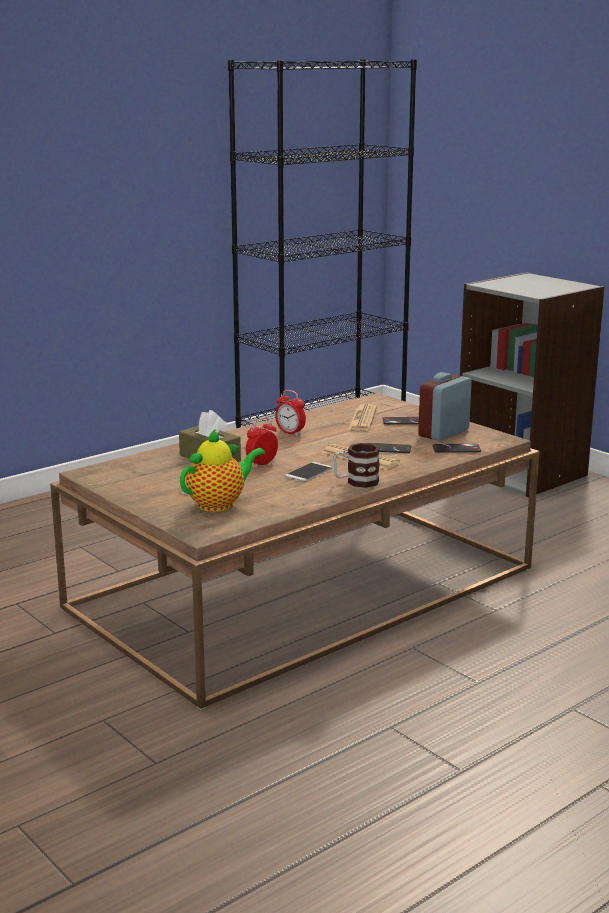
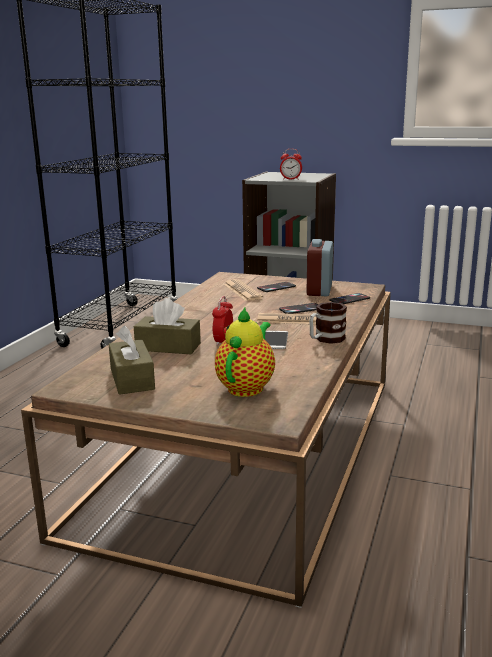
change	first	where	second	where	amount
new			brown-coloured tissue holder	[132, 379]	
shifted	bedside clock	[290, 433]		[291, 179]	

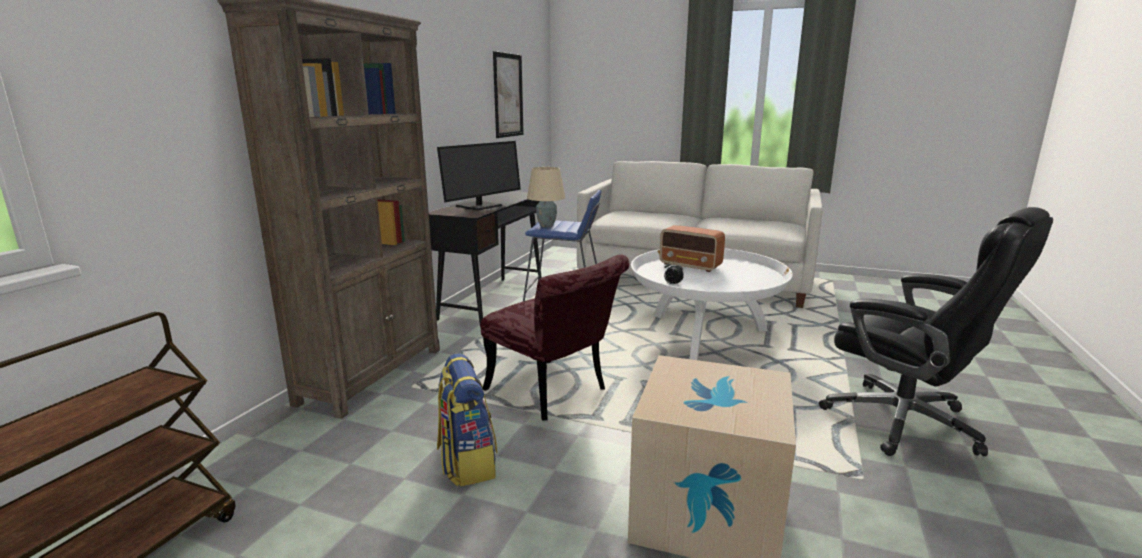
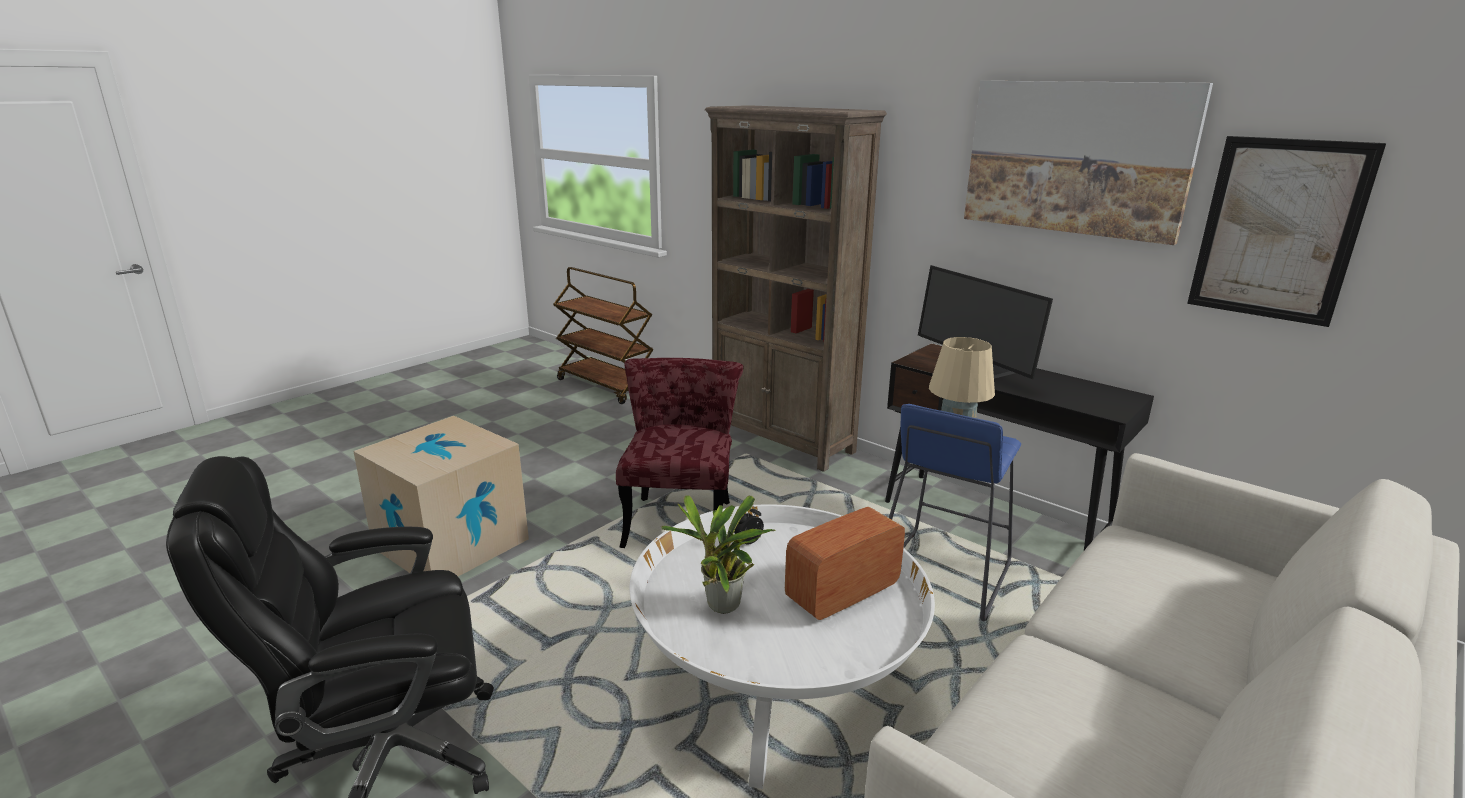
change	first	where	second	where	amount
rotated	red chair	[554, 394]		[681, 517]	120 degrees clockwise
new			houseplant	[721, 608]	
new			wall art	[1076, 158]	
gone	knapsack	[466, 463]			

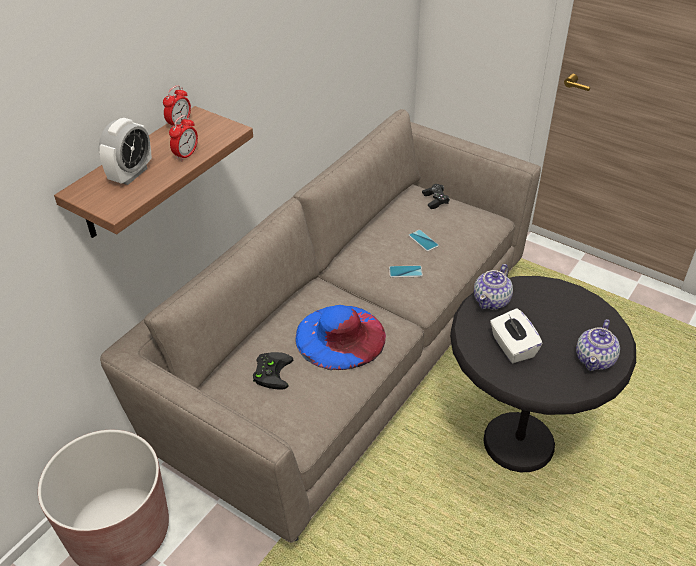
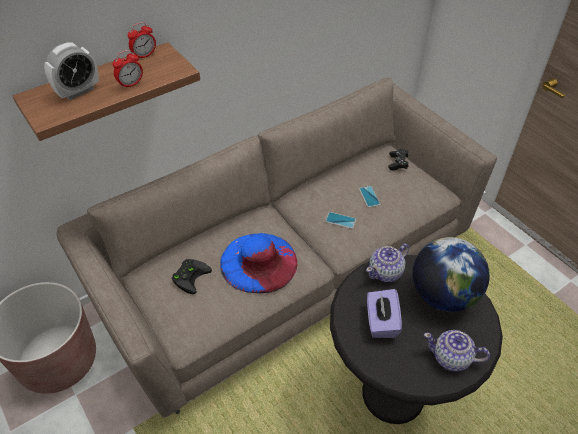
change	first	where	second	where	amount
repainted	whitish tissue holder	[512, 347]	purple-coloured tissue holder	[381, 322]	
new			globe	[443, 295]	
rotated	teapot	[595, 359]		[451, 358]	60 degrees clockwise

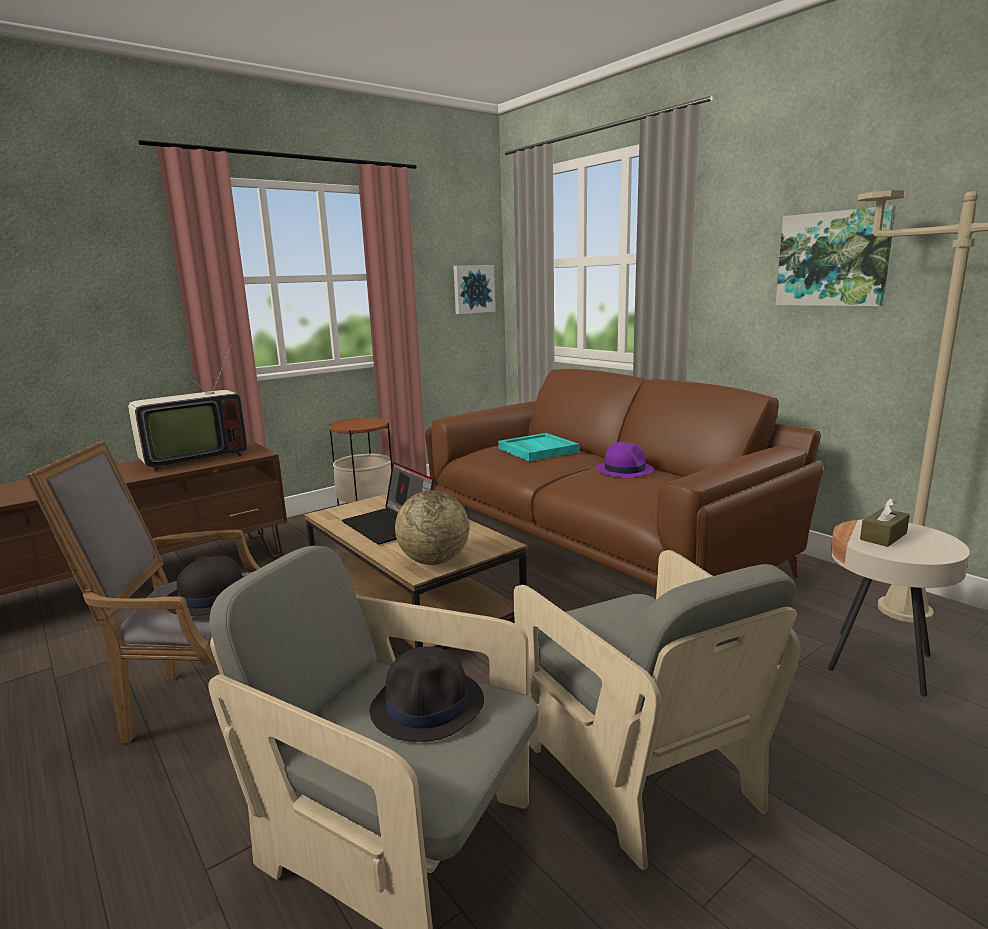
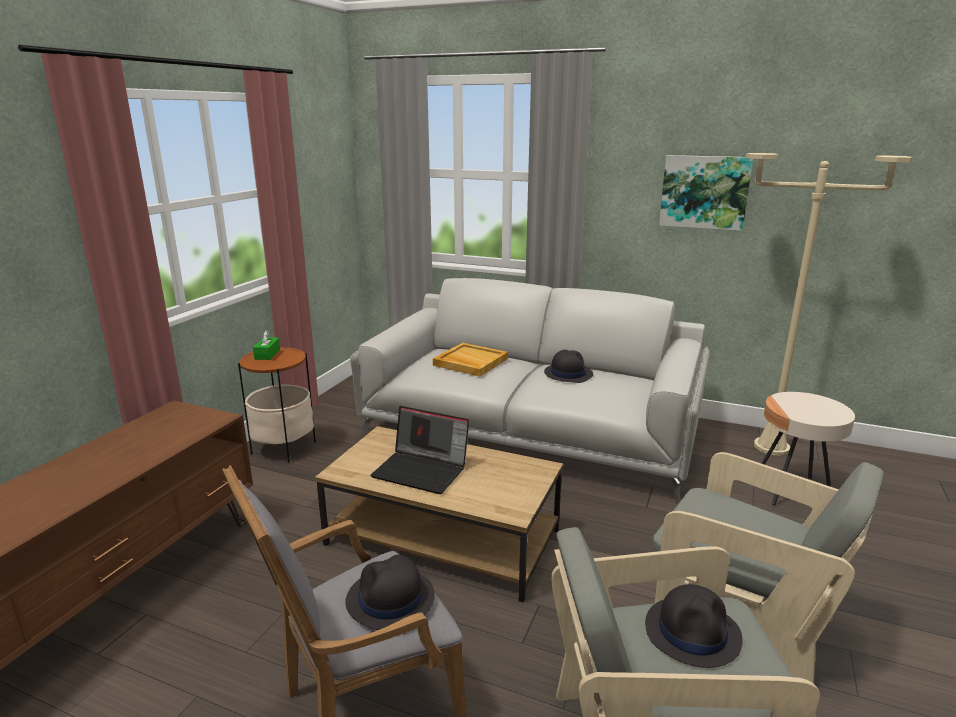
change	first	where	second	where	amount
new			greenish tissue holder	[267, 354]	
repainted	brown-coloured settee	[598, 540]	greyish settee	[531, 433]	
repainted	turquoise carrying tray	[537, 450]	beige-coloured carrying tray	[470, 362]	
repainted	purple-coloured clothing hat	[624, 470]	black clothing hat	[568, 373]	
gone	TV	[191, 459]			
gone	globe	[434, 561]			
gone	wall art	[473, 289]			
gone	brown-coloured tissue holder	[883, 536]			

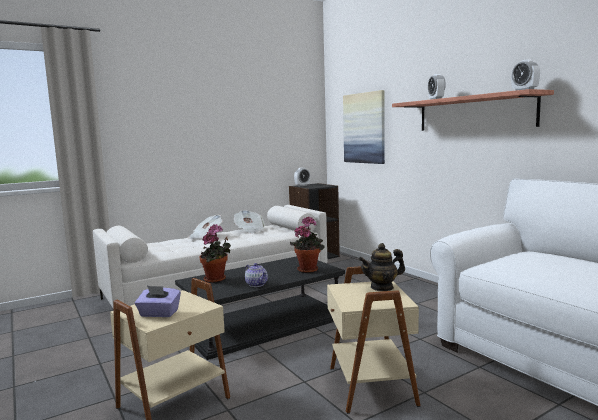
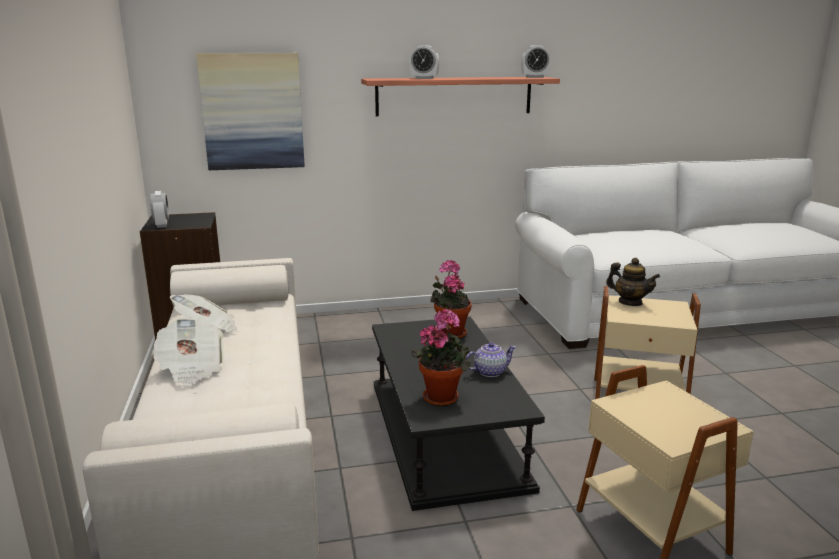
change	first	where	second	where	amount
rotated	teapot	[382, 287]		[630, 302]	60 degrees counterclockwise
gone	purple-coloured tissue holder	[159, 314]			

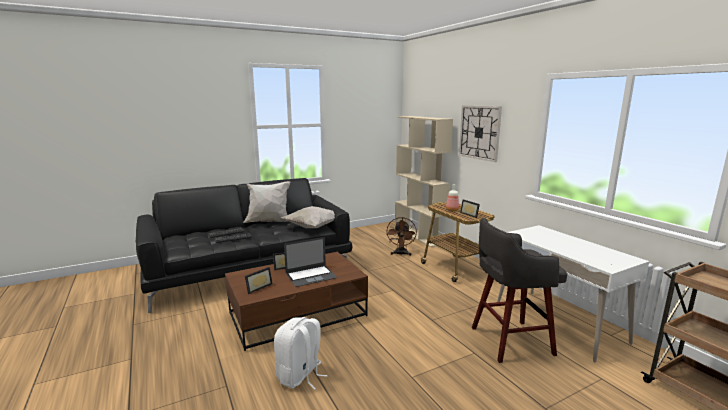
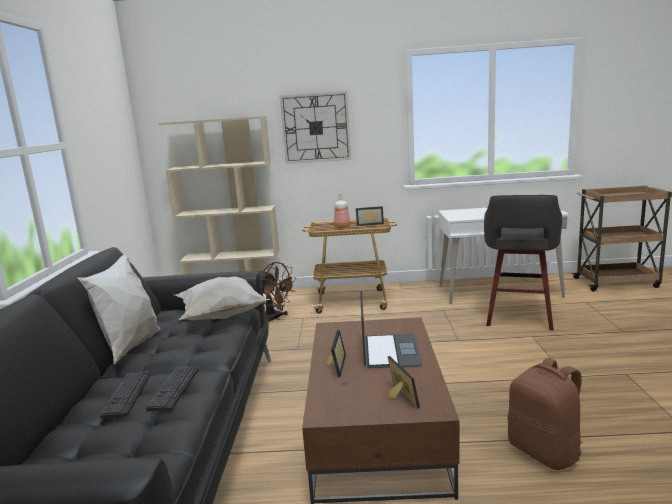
change	first	where	second	where	amount
repainted	whitish knapsack	[300, 376]	brown-coloured knapsack	[545, 452]	

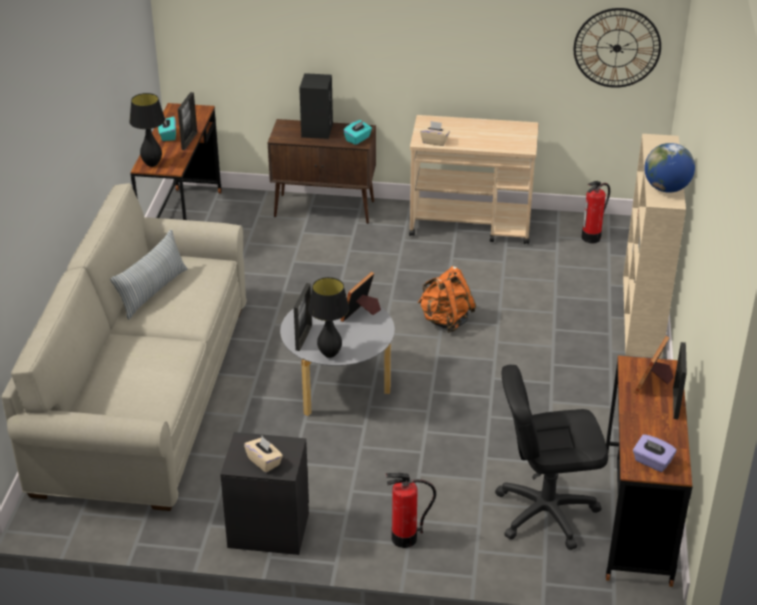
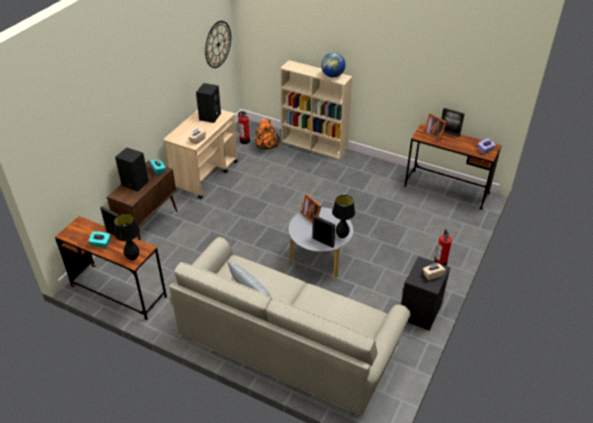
change	first	where	second	where	amount
new			black loudspeaker	[209, 116]	
shifted	orange-coloured knapsack	[445, 321]		[266, 146]	
gone	black computer chair	[545, 512]			

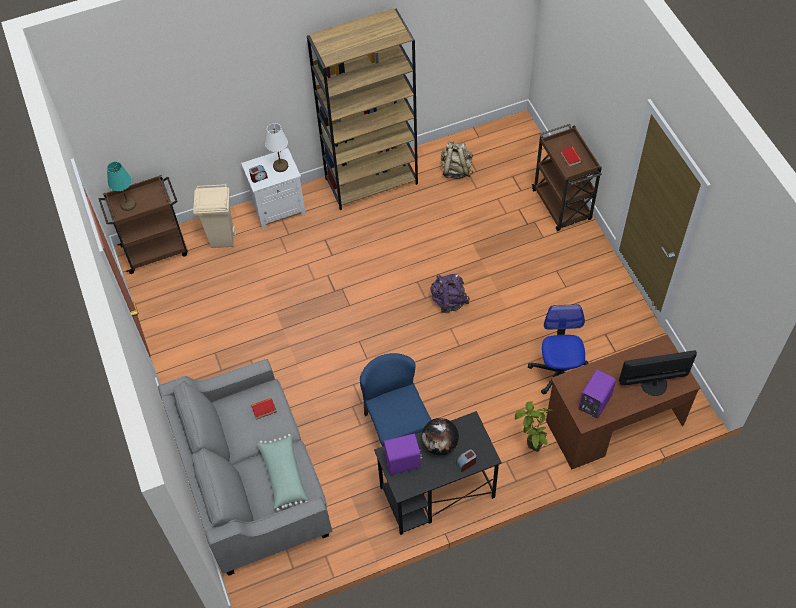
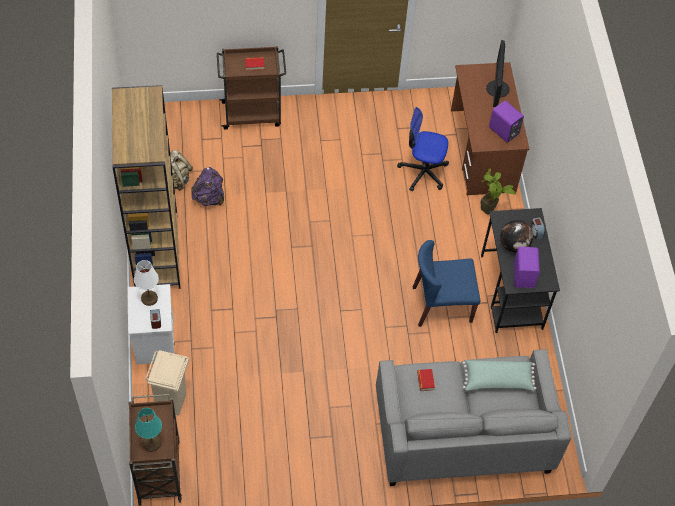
change	first	where	second	where	amount
shifted	purple-coloured knapsack	[449, 301]		[209, 197]	

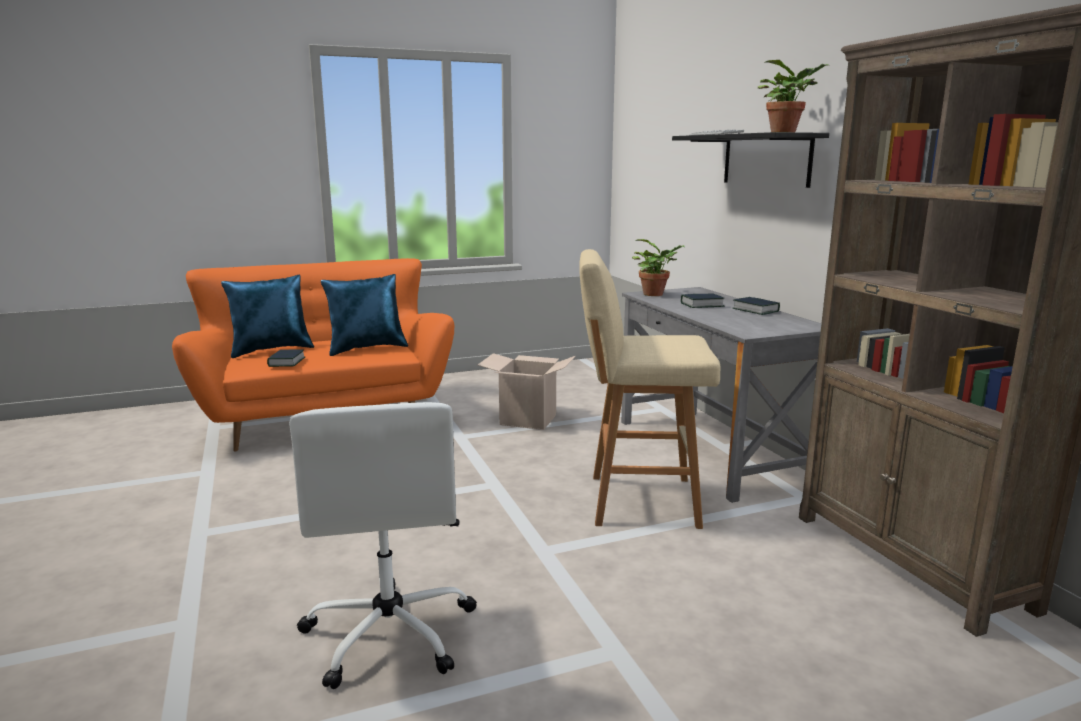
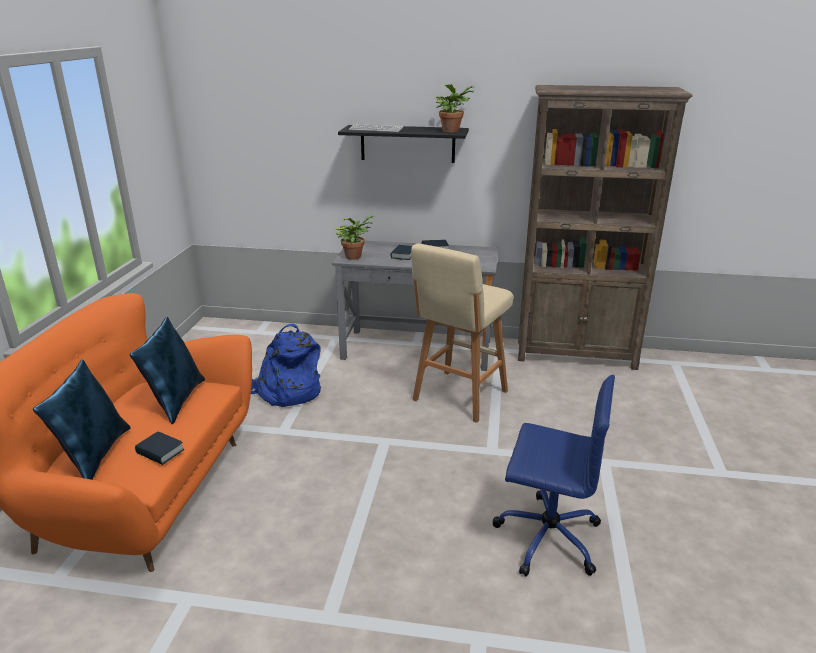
change	first	where	second	where	amount
swapped	packing box	[528, 419]	blue-coloured knapsack	[288, 391]	
repainted	whitish computer chair	[390, 632]	blue-coloured computer chair	[546, 536]	

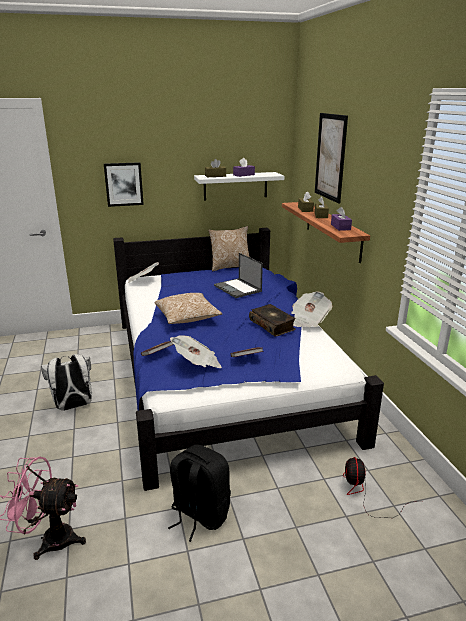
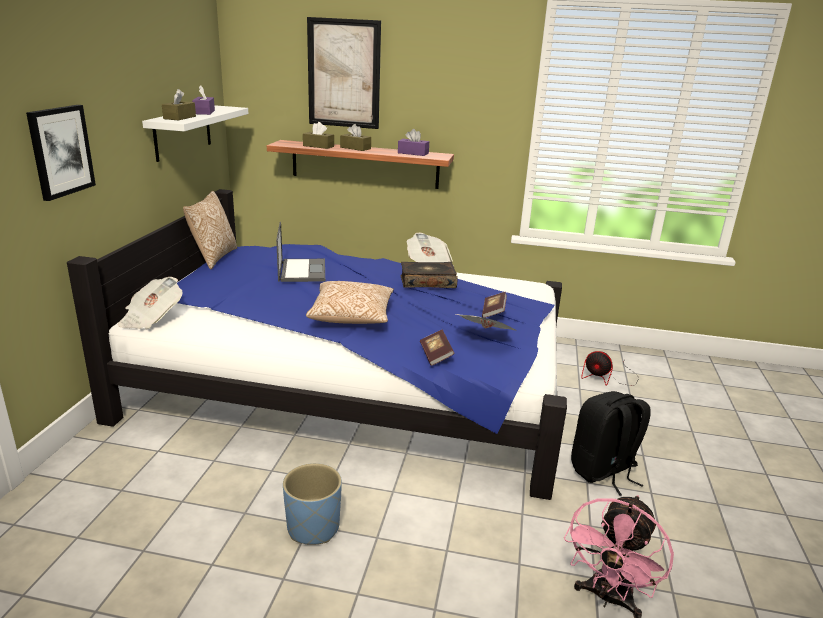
change	first	where	second	where	amount
rotated	notebook computer	[238, 288]		[302, 270]	90 degrees counterclockwise
swapped	whitish knapsack	[73, 406]	blue-coloured flower pot	[313, 528]	

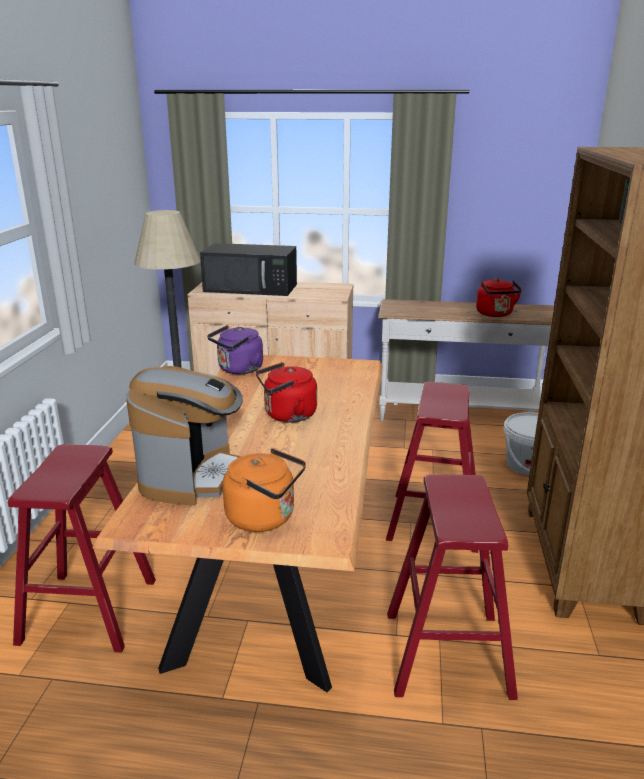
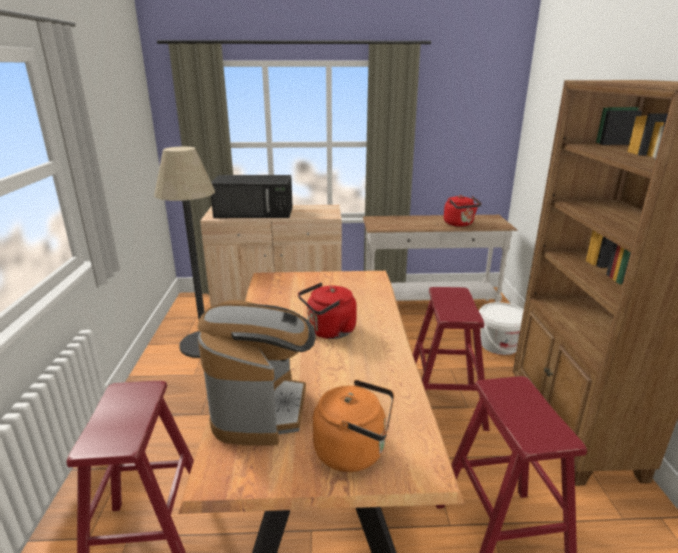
change	first	where	second	where	amount
gone	purple-coloured water kettle	[238, 370]			

